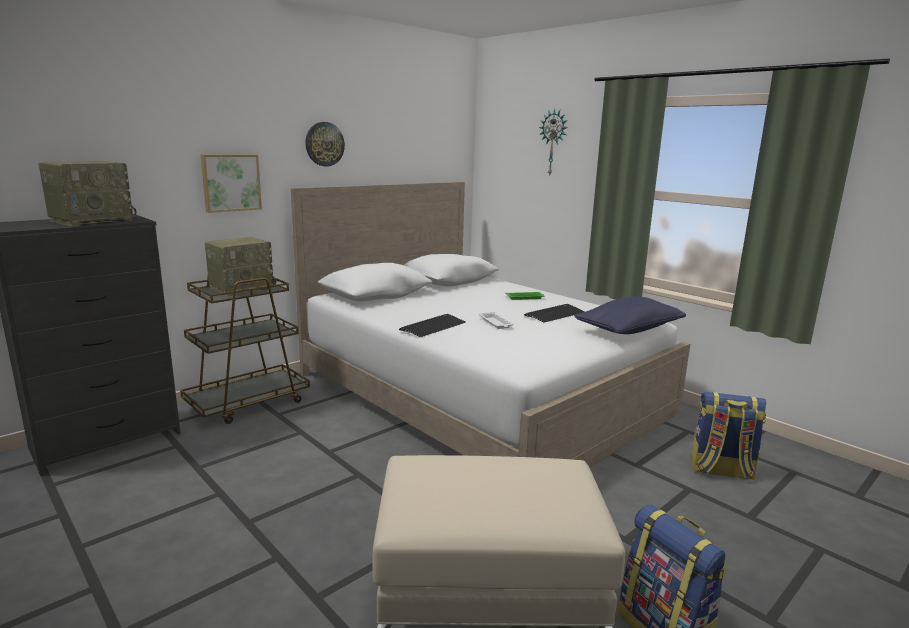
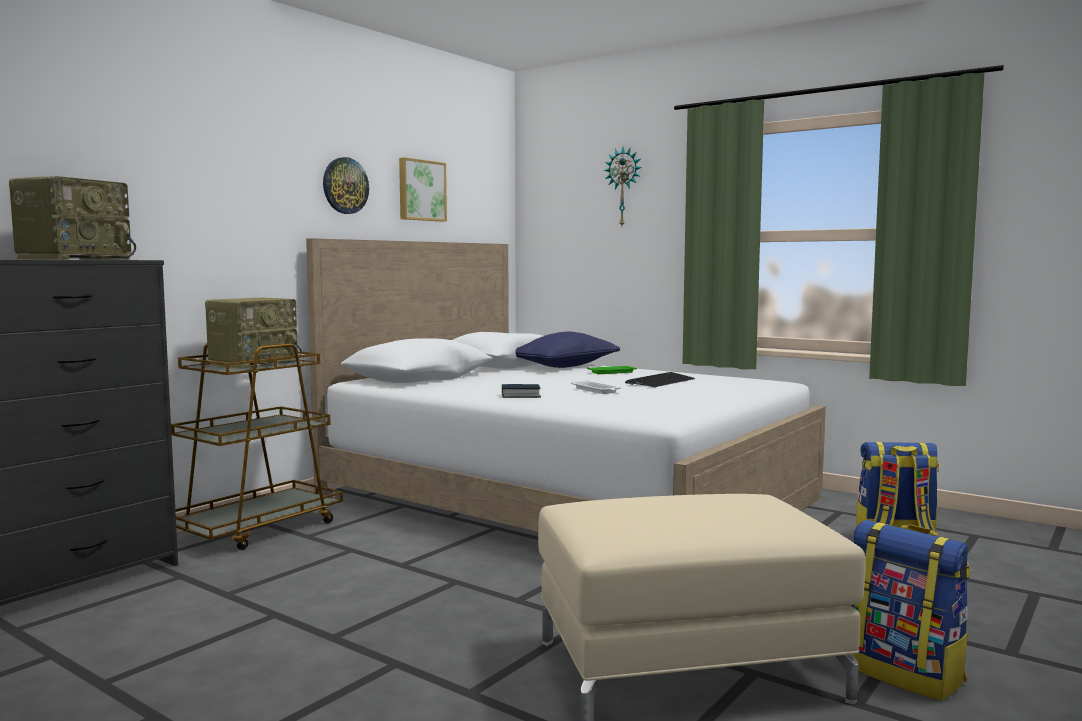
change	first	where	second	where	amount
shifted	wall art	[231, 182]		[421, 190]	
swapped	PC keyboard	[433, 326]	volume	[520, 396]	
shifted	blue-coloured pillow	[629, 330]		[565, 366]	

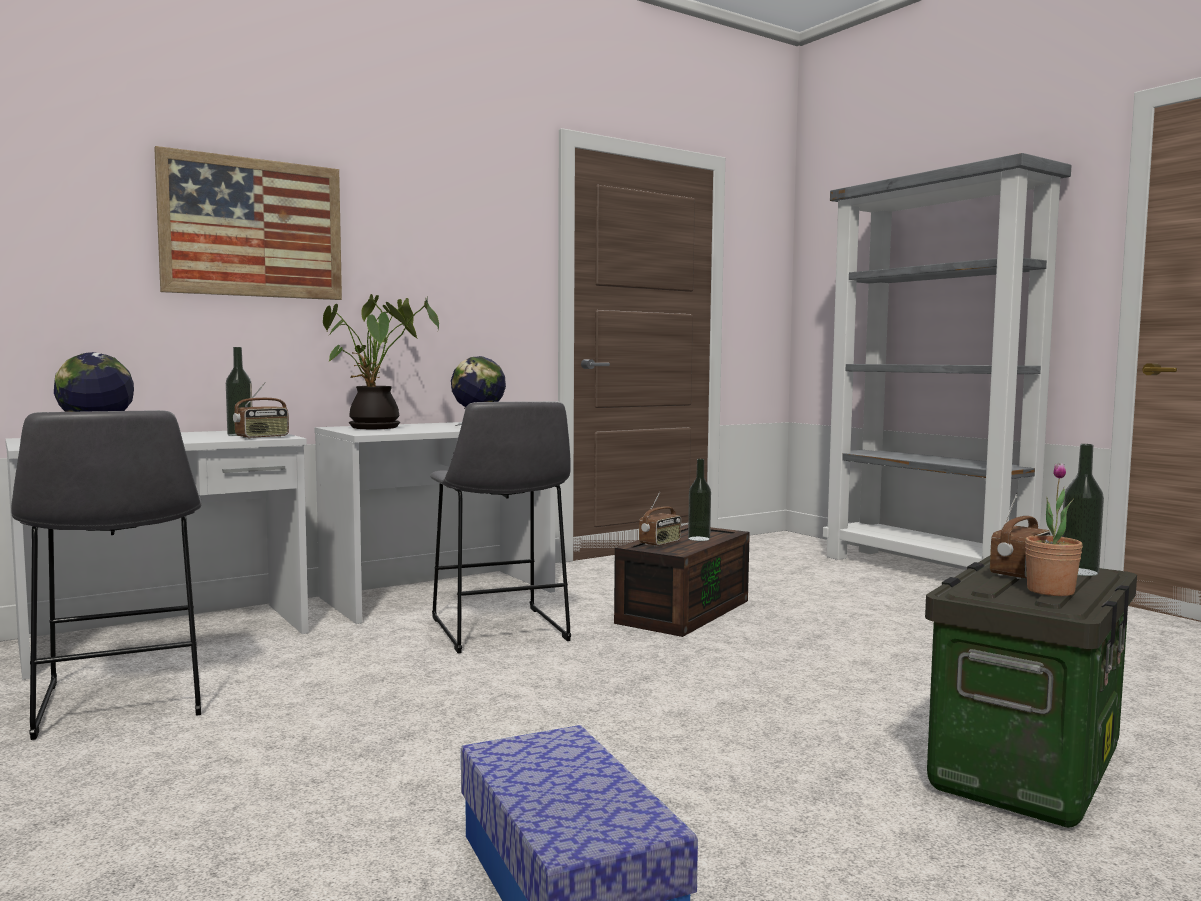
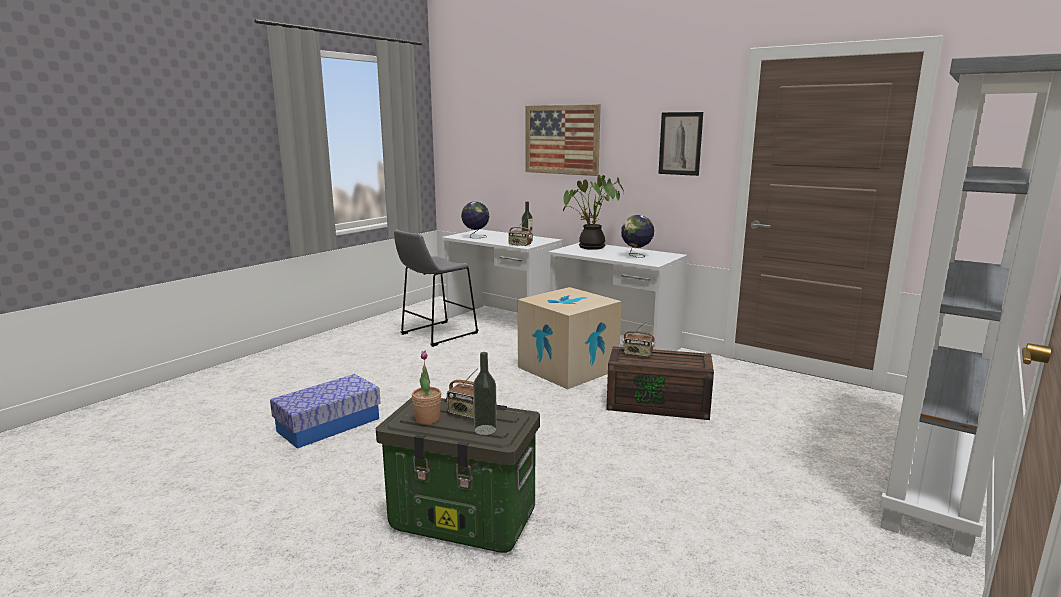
change	first	where	second	where	amount
swapped	greyish sitting stool	[499, 632]	packing box	[568, 368]	
new			wall art	[680, 143]	
gone	beverage bottle	[699, 538]			

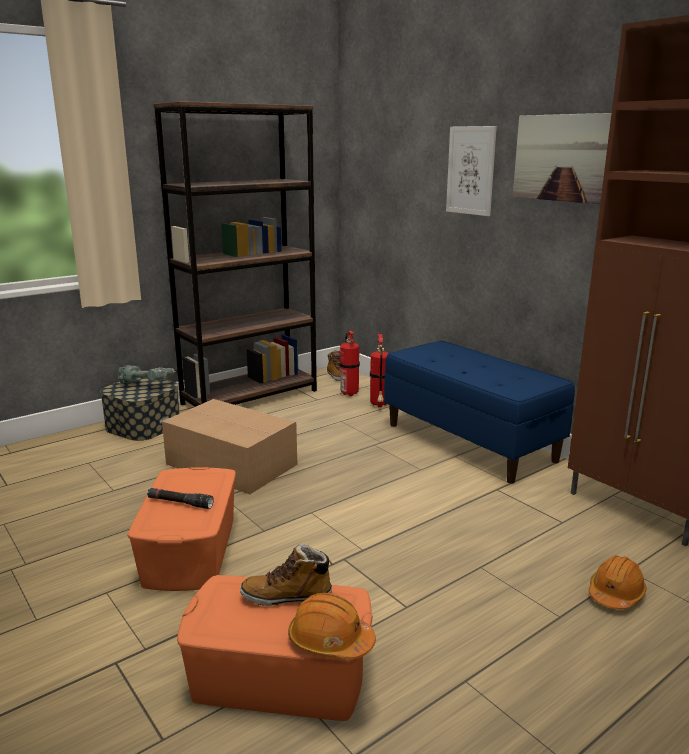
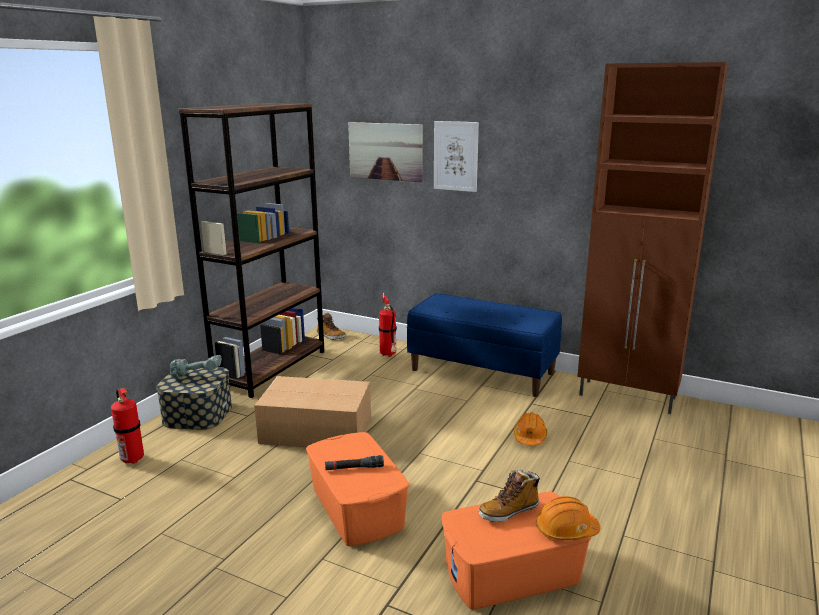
change	first	where	second	where	amount
shifted	fire-fighting cylinder	[349, 393]		[132, 458]	
shifted	wall art	[568, 158]		[385, 151]	
shifted	orange-coloured work helmet	[615, 594]		[530, 437]	

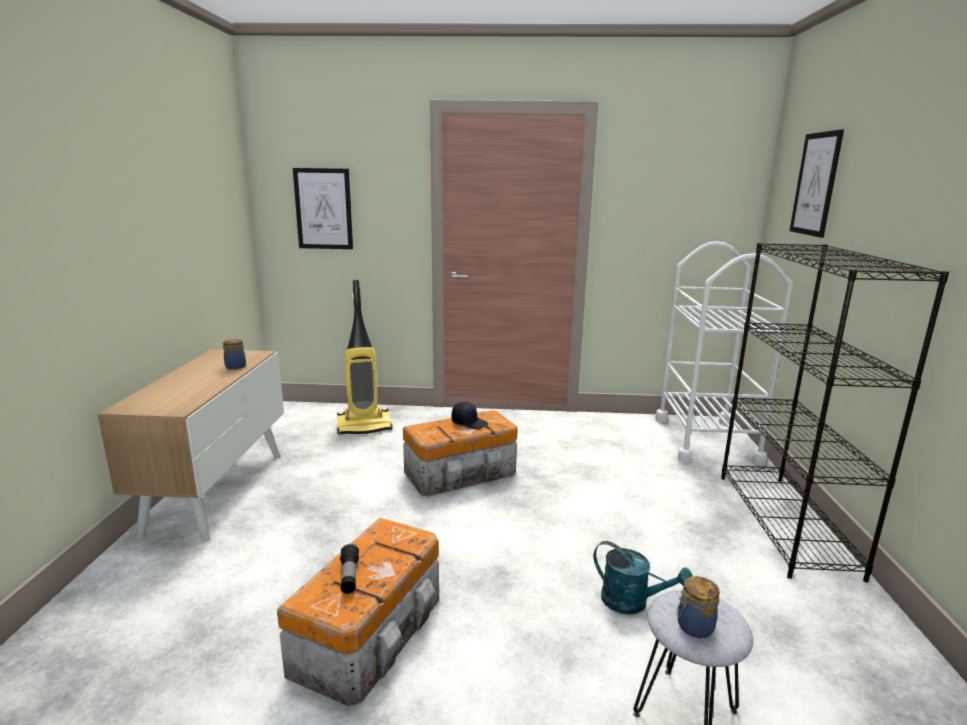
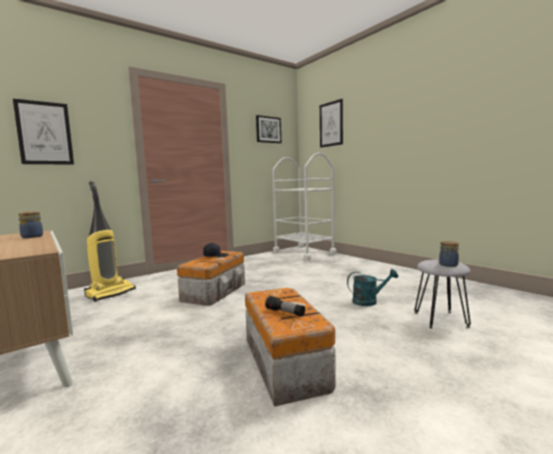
change	first	where	second	where	amount
new			wall art	[268, 129]	
gone	black bookshelf	[785, 523]			

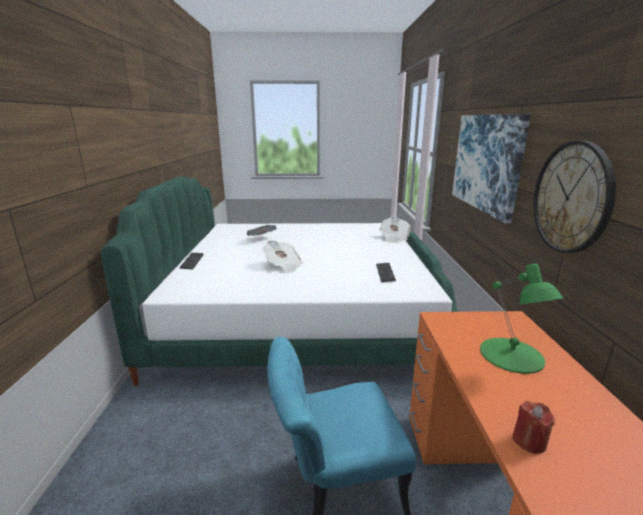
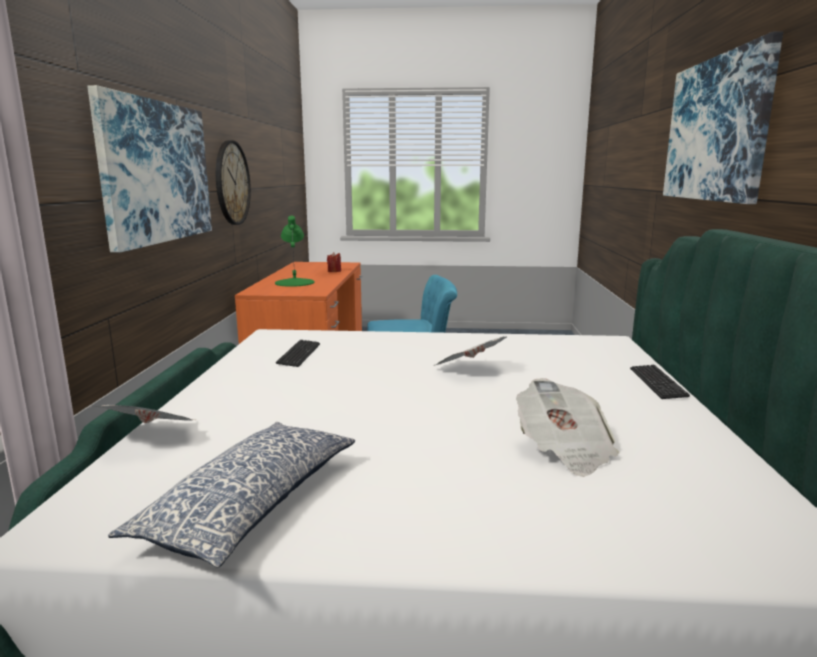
change	first	where	second	where	amount
new			pillow	[254, 504]	
new			wall art	[716, 129]	

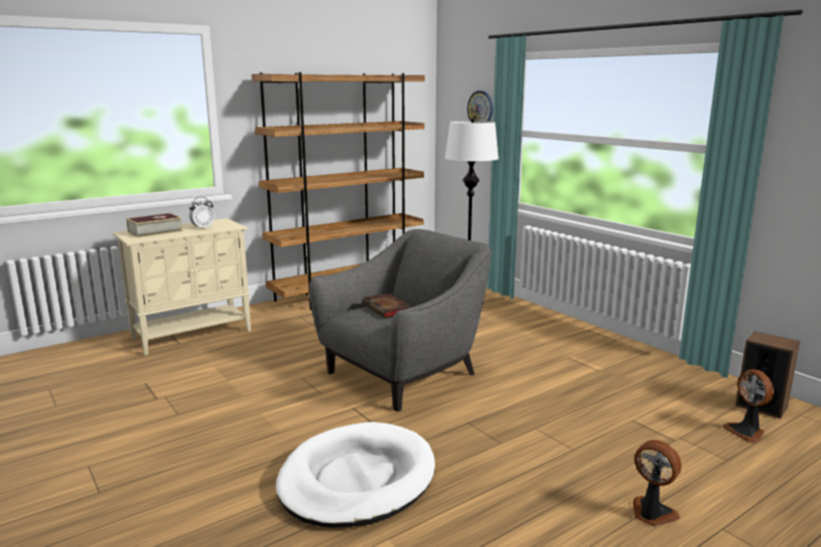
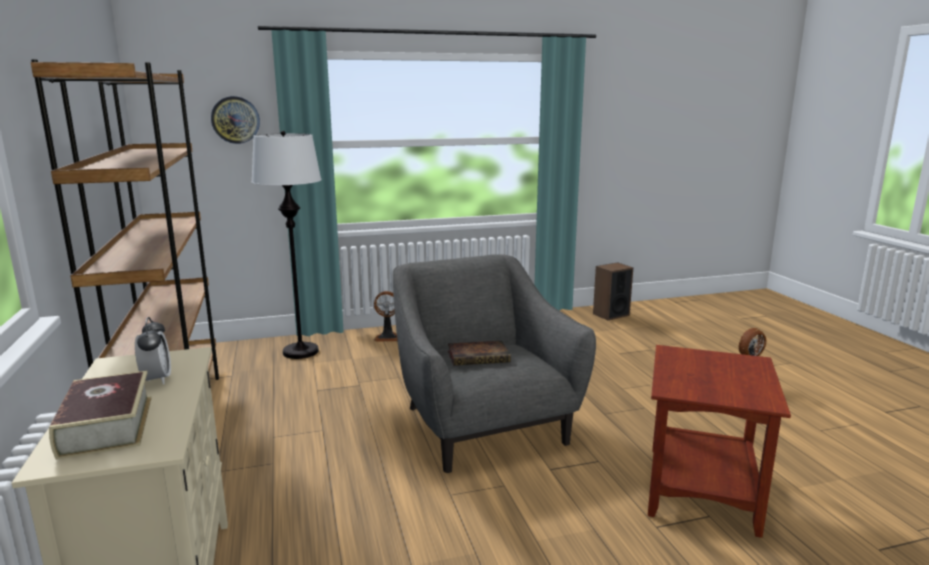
change	first	where	second	where	amount
shifted	cooling fan	[746, 432]		[387, 337]	
swapped	whitish dog cushion	[356, 480]	brown-coloured end table	[703, 489]	

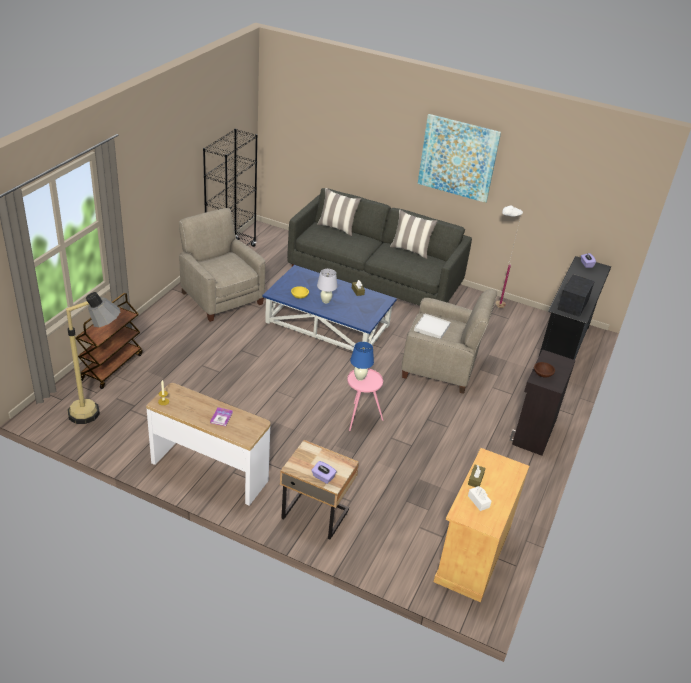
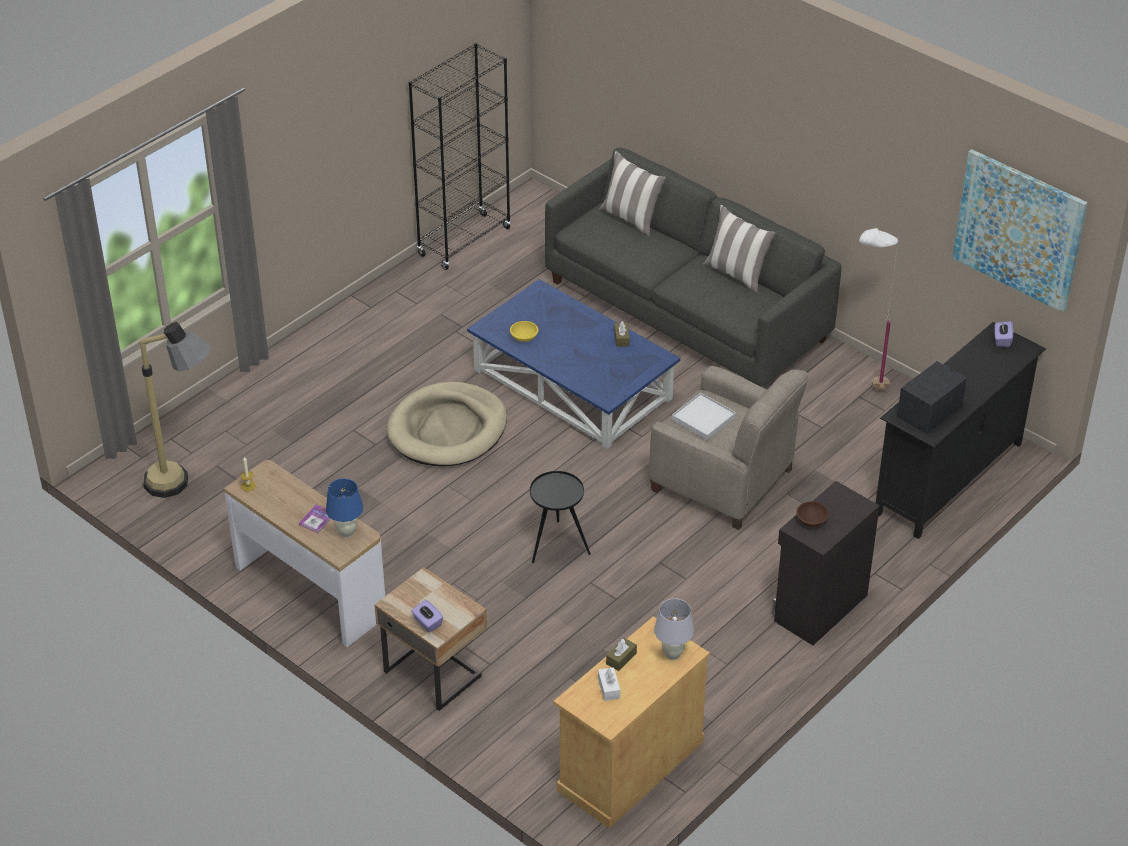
change	first	where	second	where	amount
shifted	blue-coloured table lamp	[360, 378]		[346, 533]	
new			beige-coloured dog cushion	[447, 429]	
repainted	pink-coloured end table	[360, 418]	black end table	[557, 546]	
shifted	whitish table lamp	[325, 301]		[672, 654]	
shifted	wall art	[458, 158]		[1019, 229]	
gone	brown-coloured trolley	[112, 366]			
gone	beige-coloured easy chair	[221, 297]			

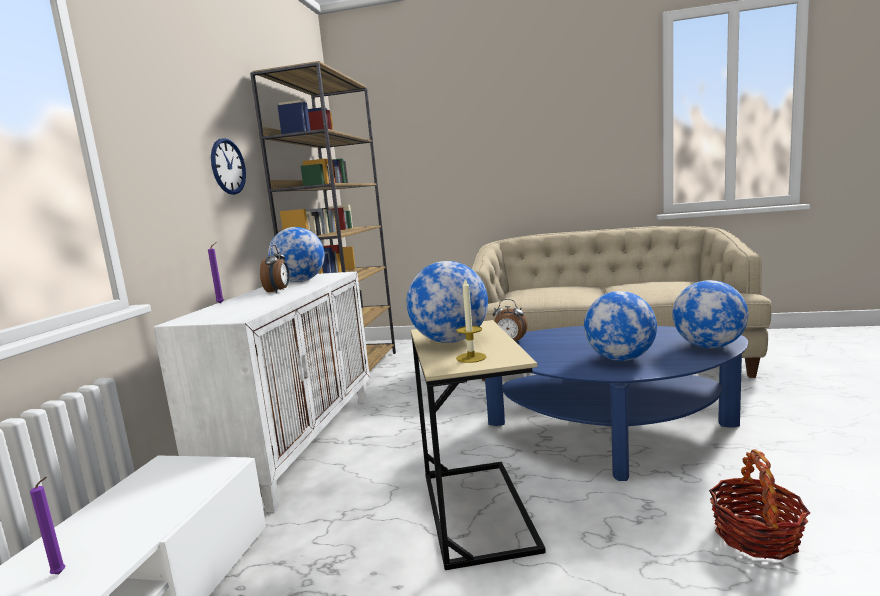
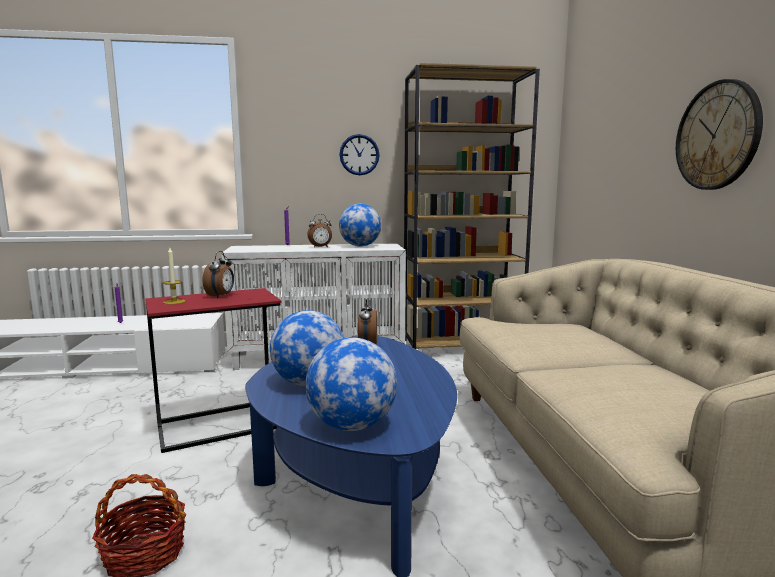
change	first	where	second	where	amount
repainted	beige-coloured end table	[477, 510]	red end table	[221, 424]	
swapped	globe	[450, 341]	bedside clock	[221, 296]	
new			clock on the wall	[717, 136]	

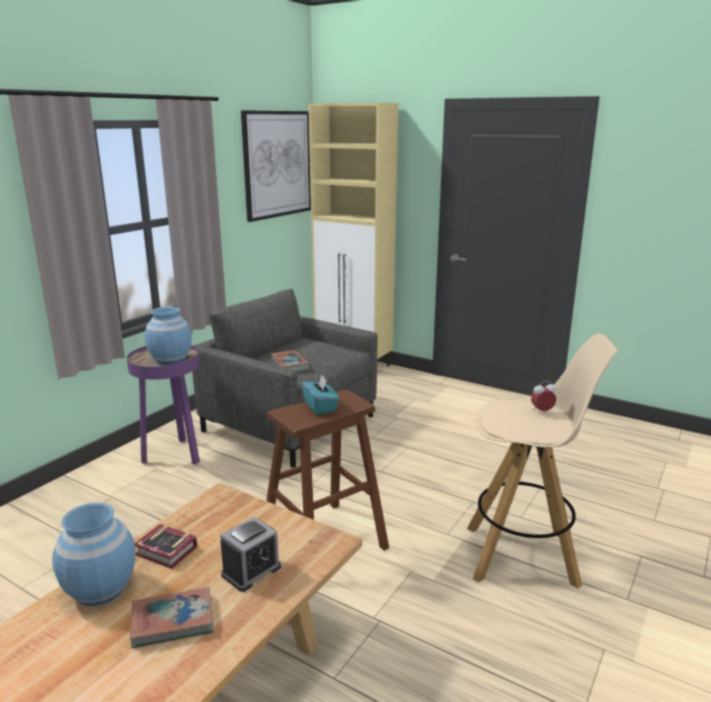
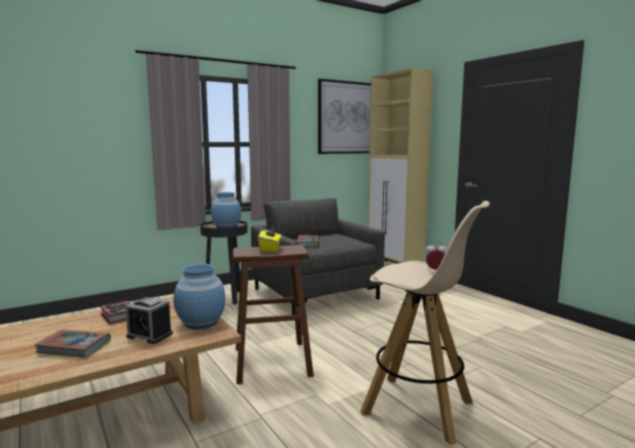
change	first	where	second	where	amount
rotated	bedside clock	[251, 571]		[149, 335]	45 degrees clockwise
shifted	blue-coloured decorative vase	[100, 589]		[201, 323]	
repainted	purple-coloured end table	[174, 455]	black end table	[226, 298]	
repainted	turquoise tissue holder	[320, 407]	yellowish tissue holder	[270, 249]	

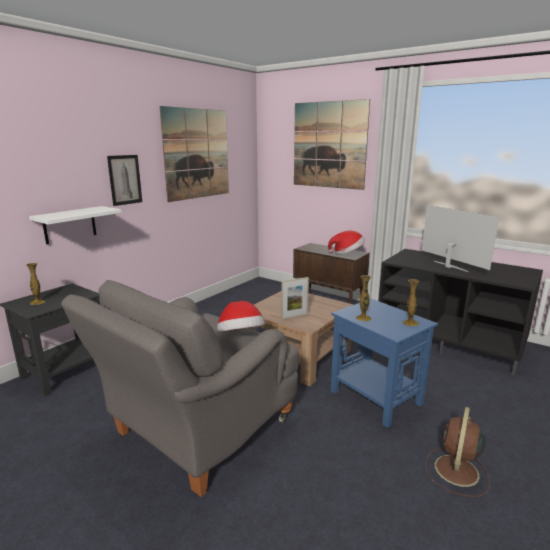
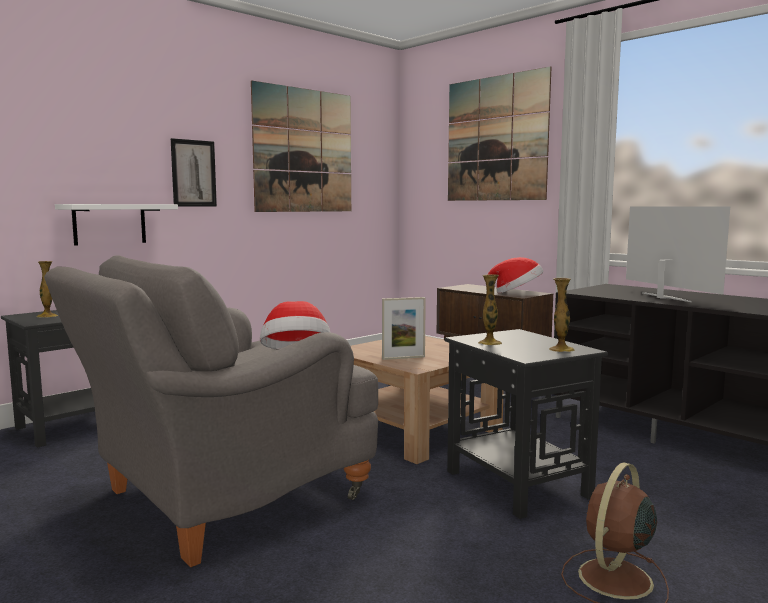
change	first	where	second	where	amount
repainted	blue-coloured end table	[375, 397]	black end table	[516, 483]	

